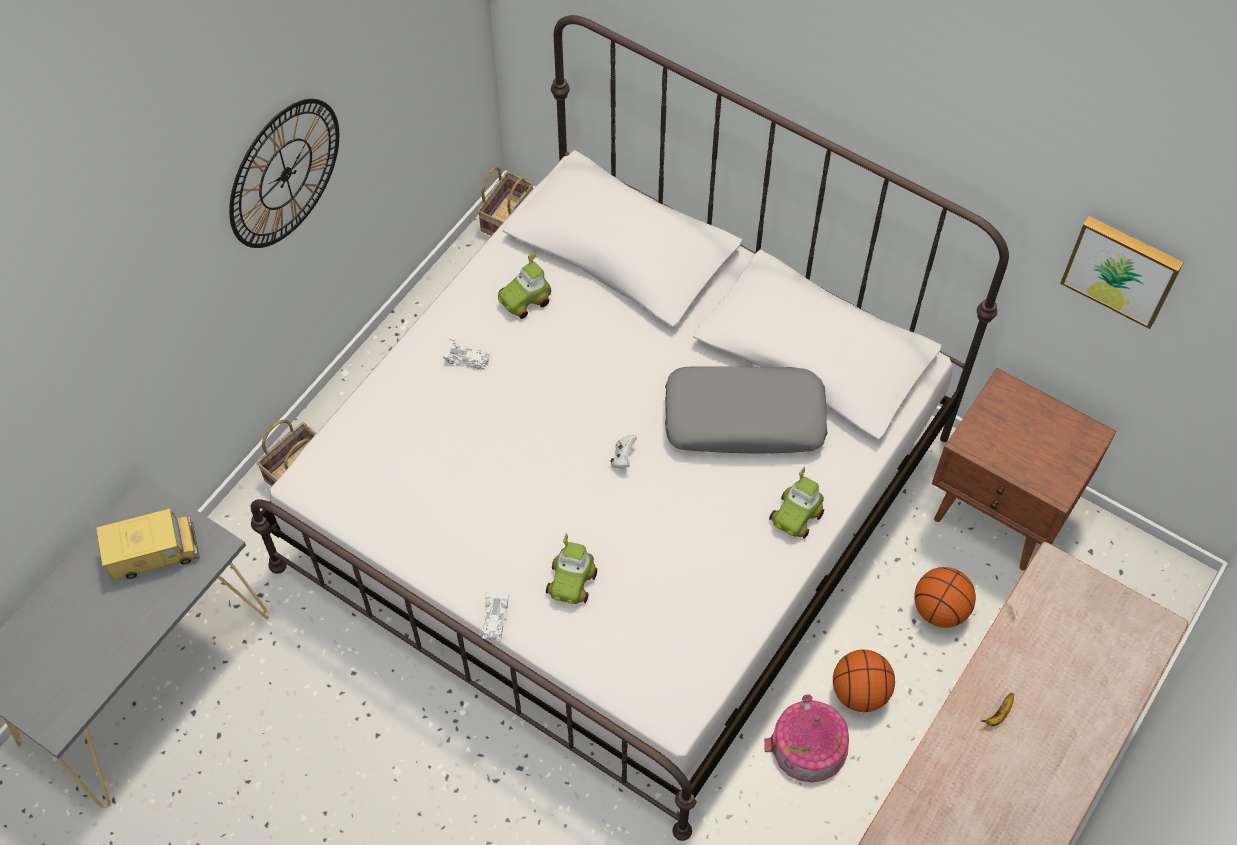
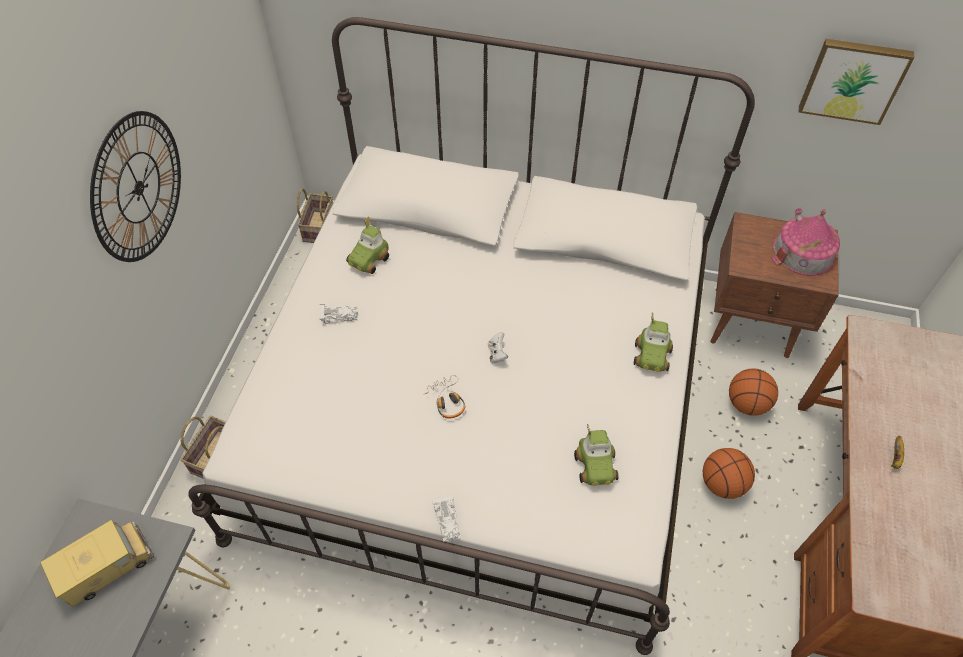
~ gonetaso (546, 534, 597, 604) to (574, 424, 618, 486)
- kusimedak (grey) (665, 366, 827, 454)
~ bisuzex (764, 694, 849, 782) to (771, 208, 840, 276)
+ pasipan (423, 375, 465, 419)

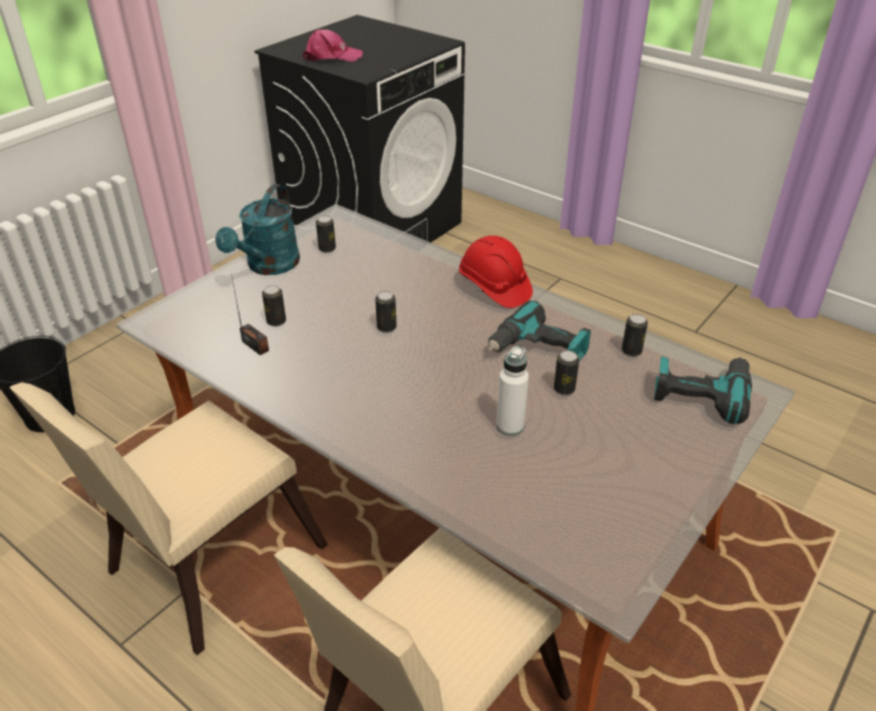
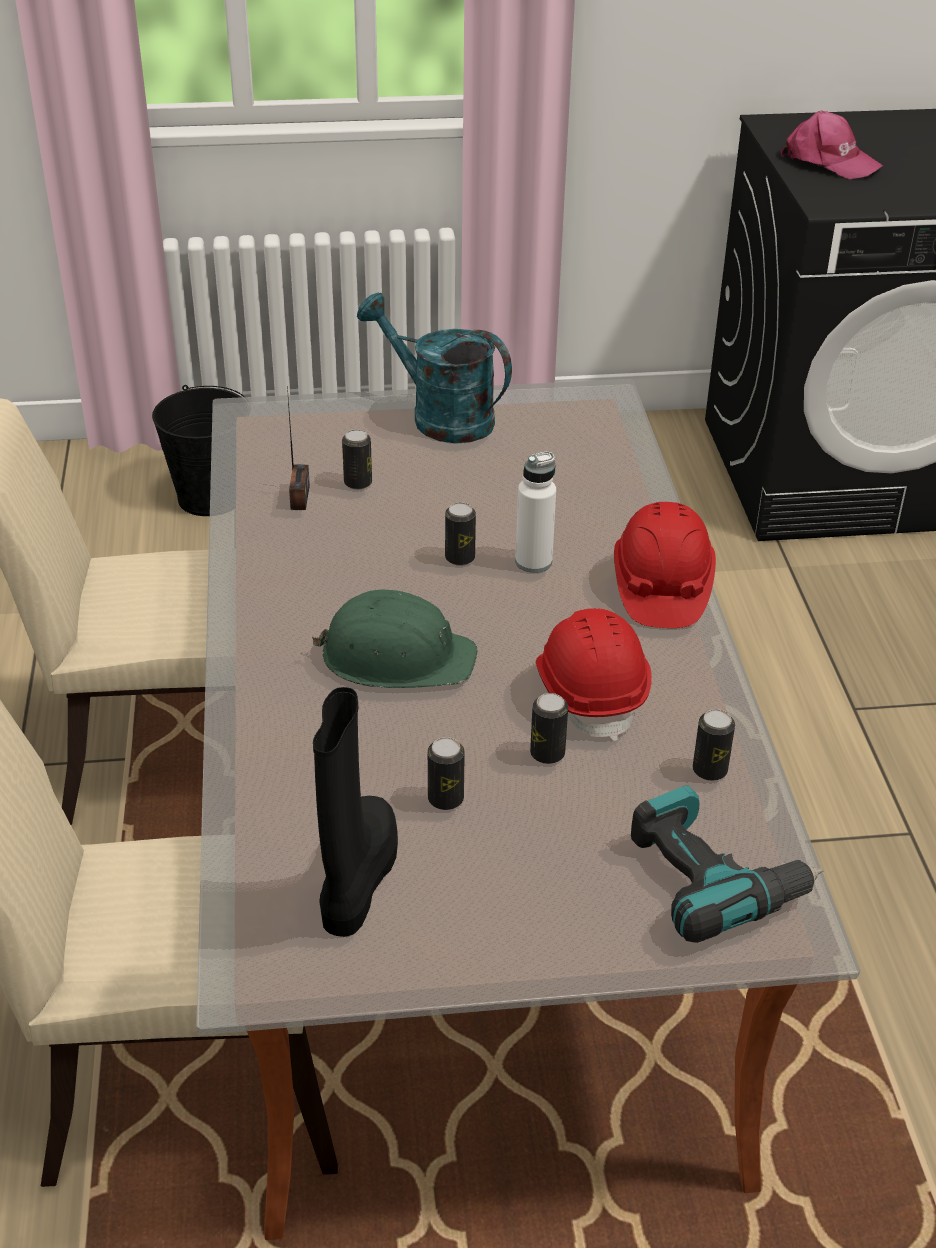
~ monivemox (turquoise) (215, 184, 300, 275) = (357, 293, 512, 443) 60 degrees clockwise
~ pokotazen (316, 216, 336, 253) to (428, 737, 465, 810)
~ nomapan (488, 300, 591, 361) to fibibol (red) (536, 608, 652, 741)
~ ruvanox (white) (496, 346, 529, 436) to (515, 452, 556, 573)
+ fibibol (green) (311, 590, 477, 688)
+ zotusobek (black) (313, 687, 398, 937)

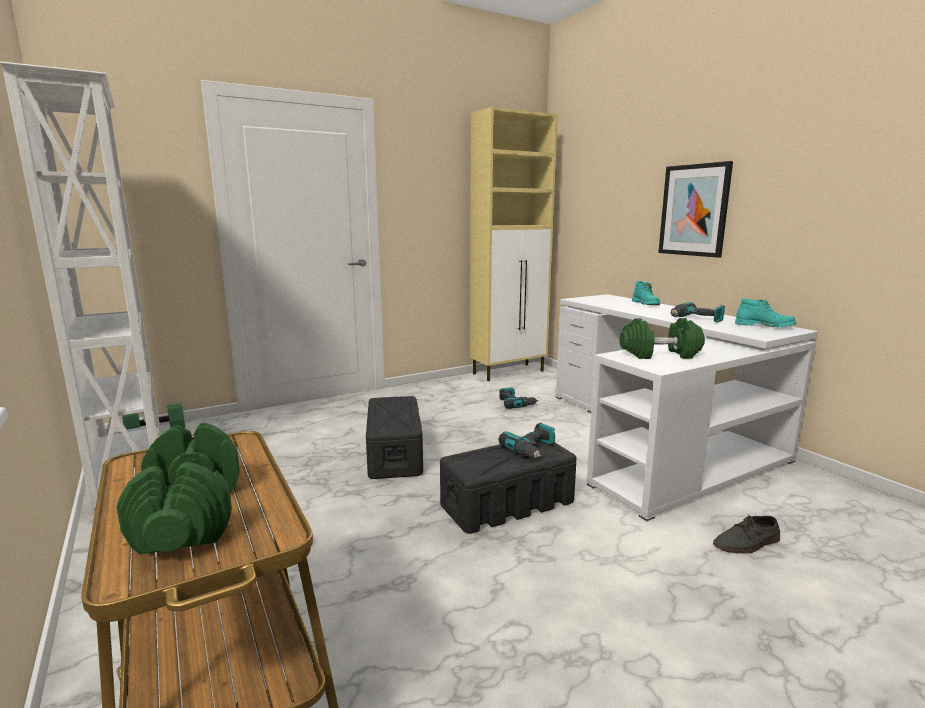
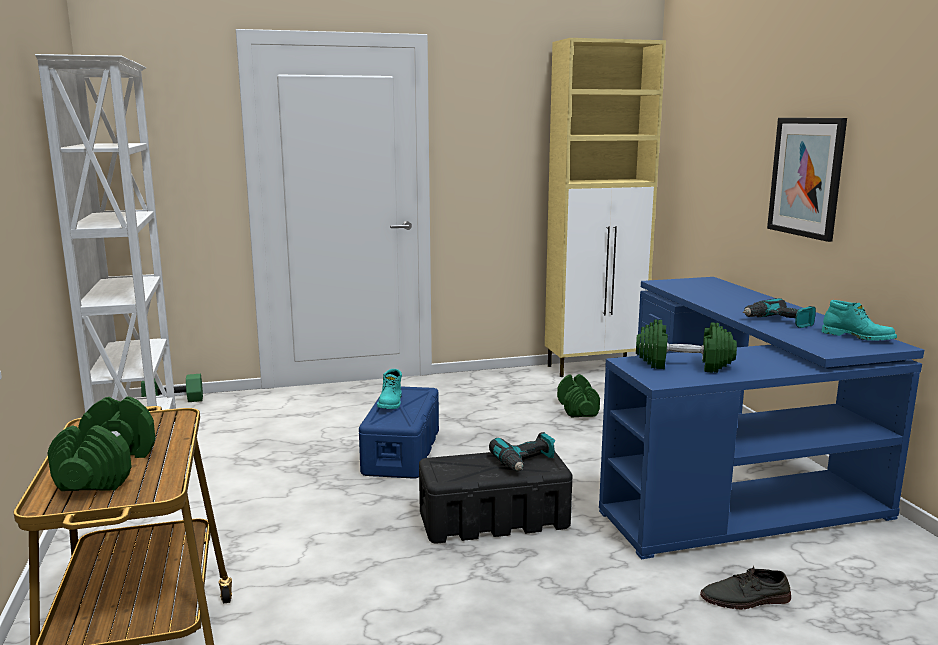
~ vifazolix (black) (366, 396, 423, 479) to vifazolix (blue) (359, 387, 439, 479)
~ nomapan (499, 388, 539, 409) to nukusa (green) (557, 374, 600, 417)
~ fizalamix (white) (556, 294, 818, 521) to fizalamix (blue) (599, 277, 924, 559)
~ zotusobek (turquoise) (632, 281, 660, 305) to (377, 369, 402, 409)

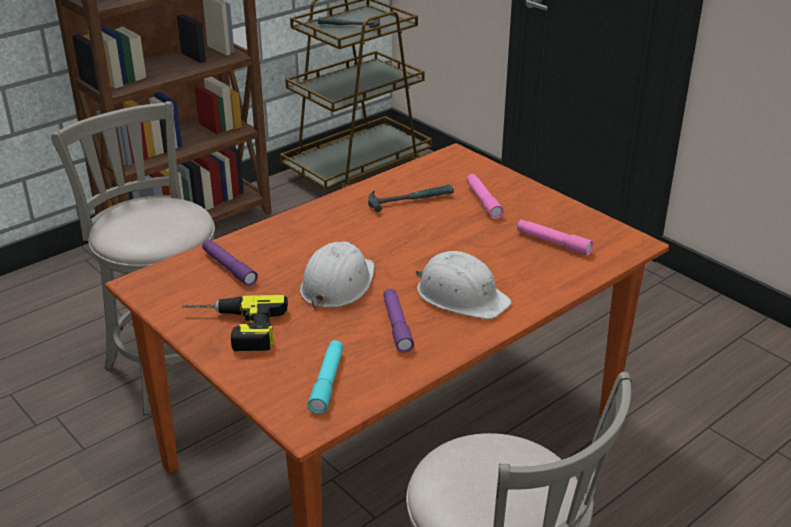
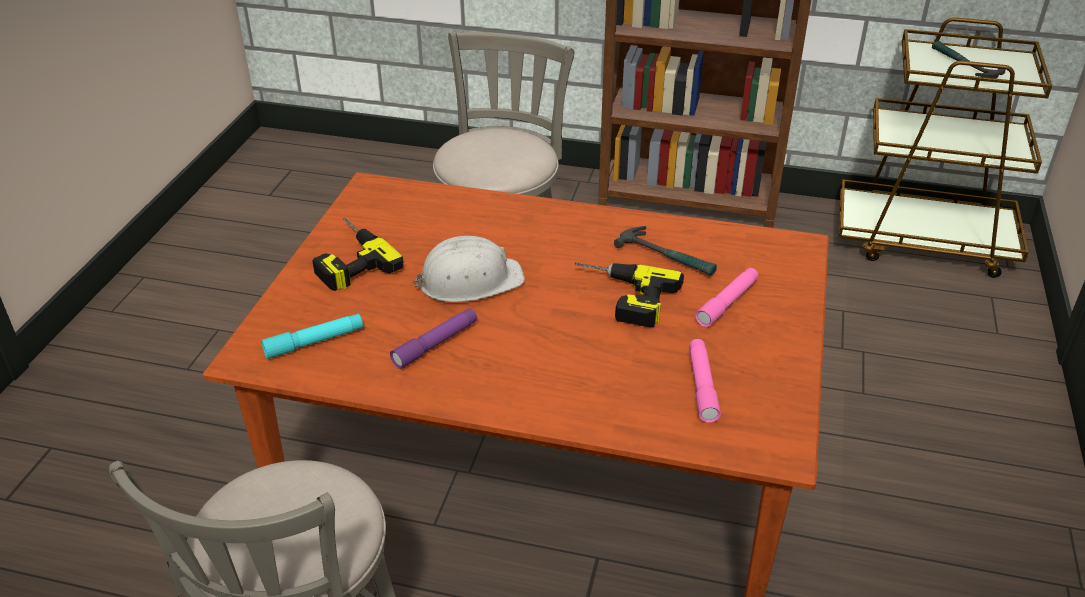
- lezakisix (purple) (202, 240, 258, 286)
- fibibol (white) (415, 251, 512, 319)
+ nomapan (574, 262, 684, 327)

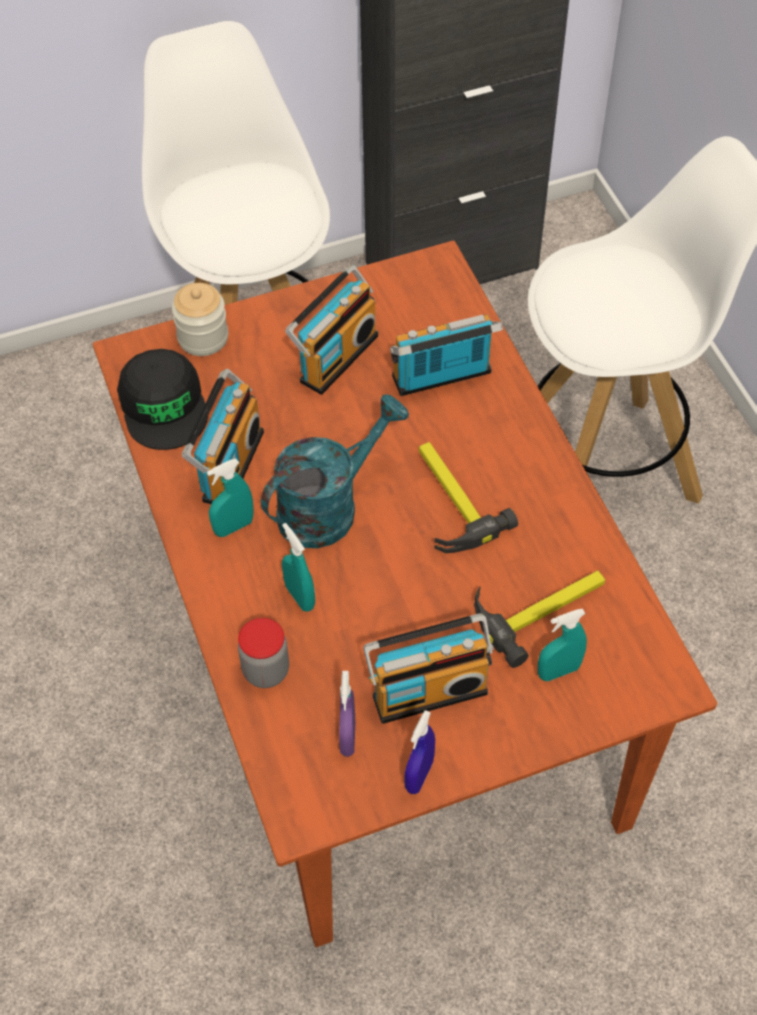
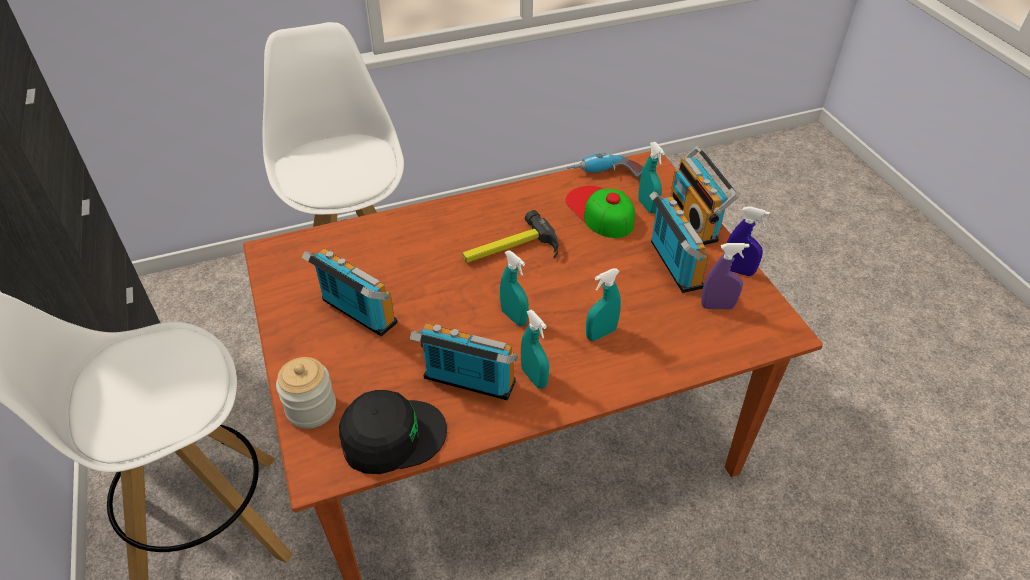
- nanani (238, 618, 289, 688)
~ monivemox (turquoise) (261, 394, 409, 548) to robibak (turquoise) (500, 250, 529, 326)
~ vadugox (390, 315, 503, 396) to (670, 146, 739, 245)
~ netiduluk (474, 570, 605, 668) to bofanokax (566, 186, 635, 238)
+ nomapan (567, 153, 644, 178)

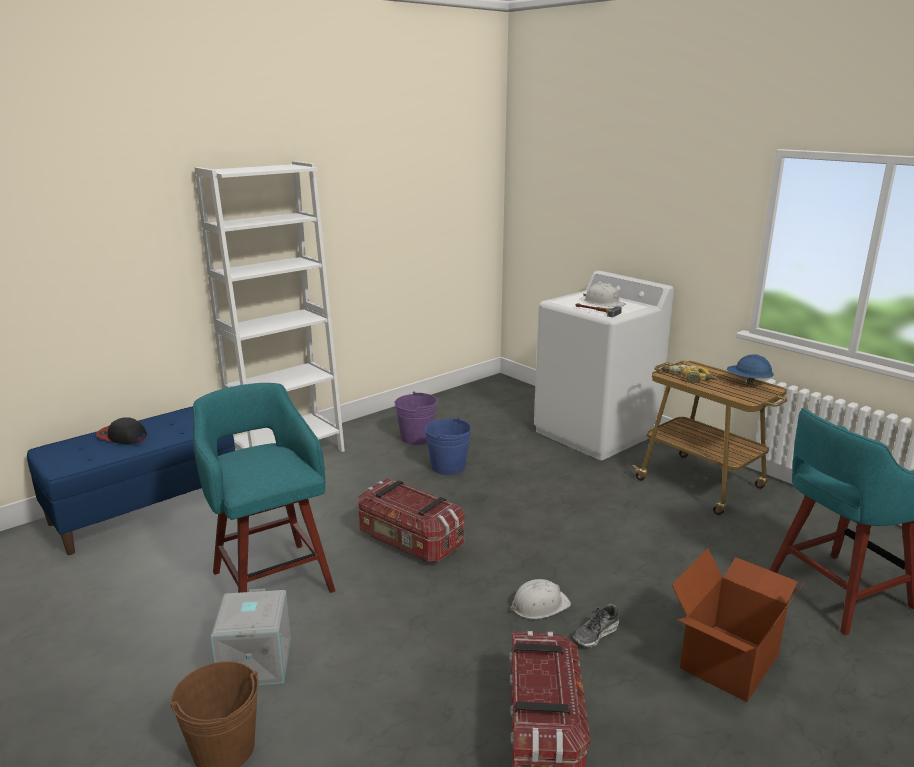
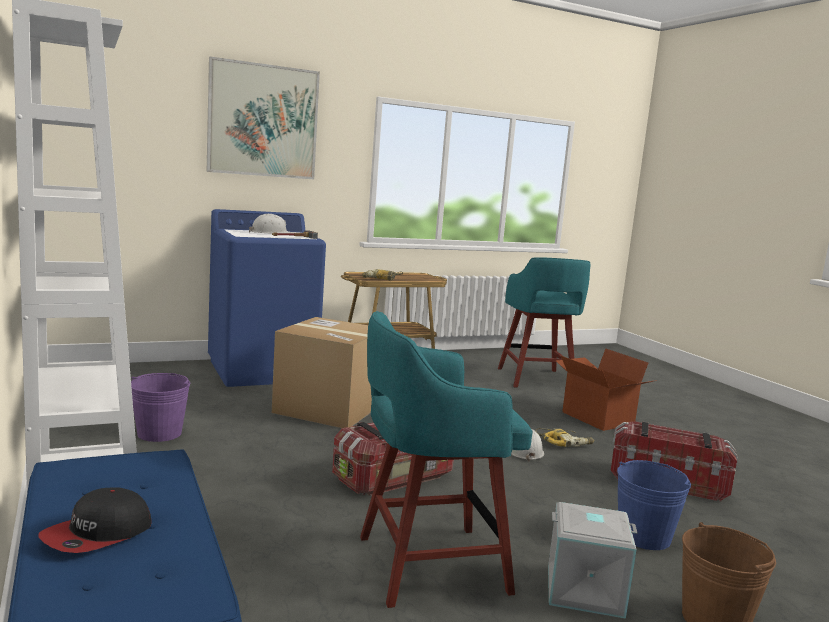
~ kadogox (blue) (425, 417, 472, 475) to (617, 460, 691, 550)
~ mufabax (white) (534, 271, 674, 460) to mufabax (blue) (208, 209, 326, 387)
~ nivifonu (573, 603, 619, 647) to nomapan (535, 428, 595, 447)
- fibibol (blue) (727, 354, 774, 385)
+ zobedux (207, 56, 320, 179)
+ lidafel (272, 317, 372, 428)

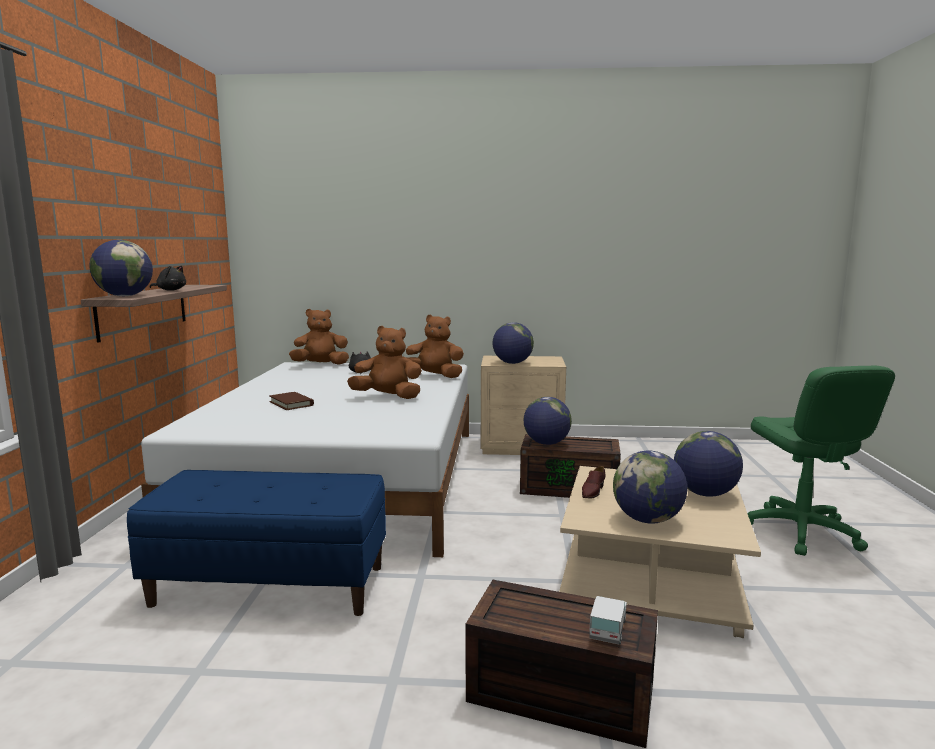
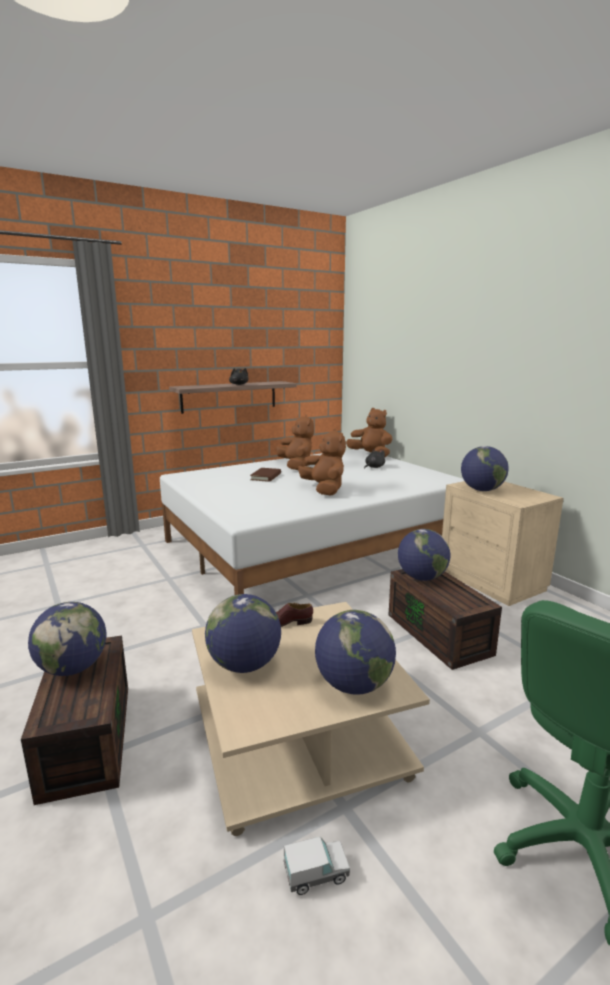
~ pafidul (89, 240, 153, 296) to (28, 602, 106, 676)
- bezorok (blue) (127, 470, 386, 616)
~ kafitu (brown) (405, 315, 464, 378) to (276, 415, 314, 470)
~ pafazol (590, 596, 627, 645) to (284, 837, 350, 895)

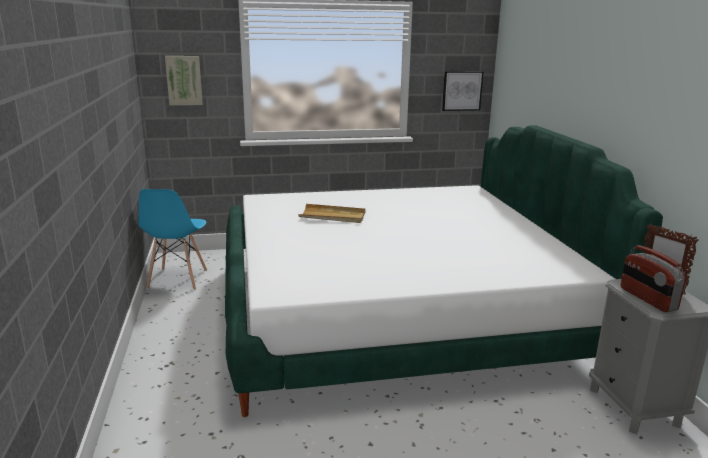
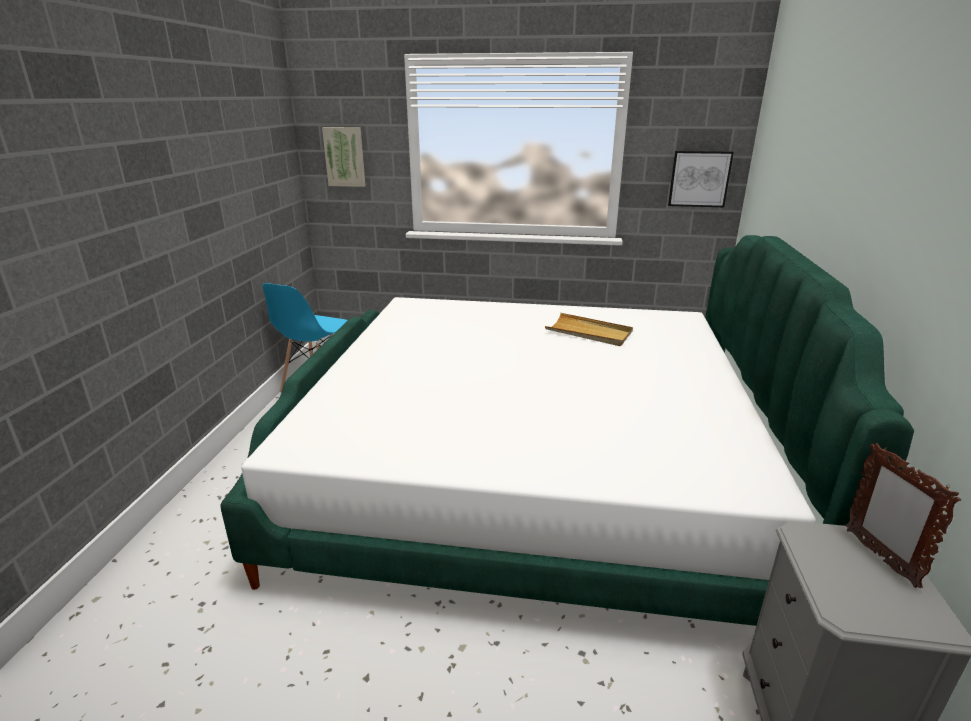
~ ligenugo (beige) (298, 204, 366, 223) to (545, 313, 633, 346)
- vadugox (621, 245, 686, 312)

